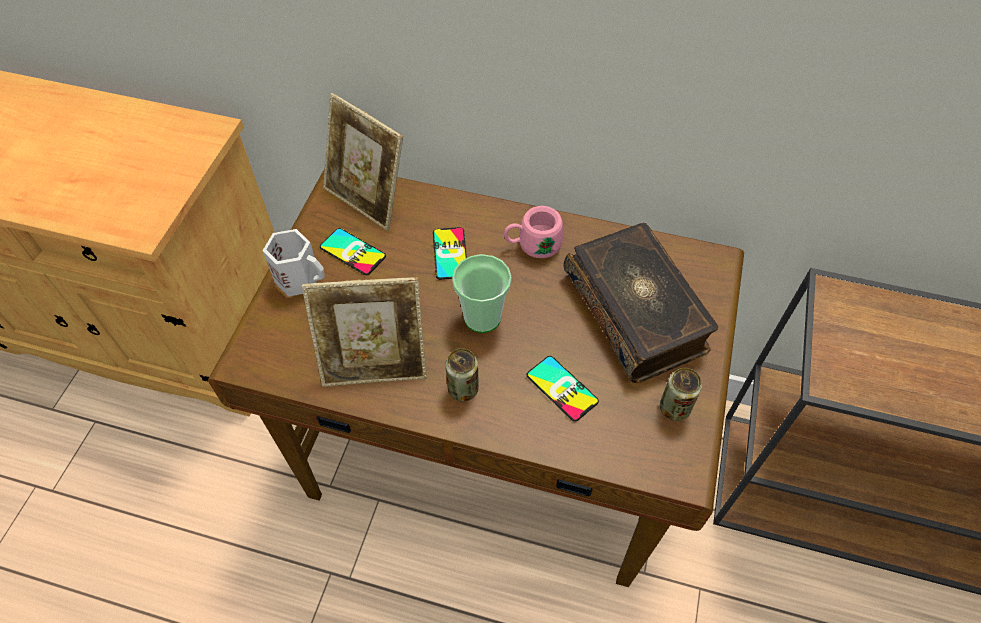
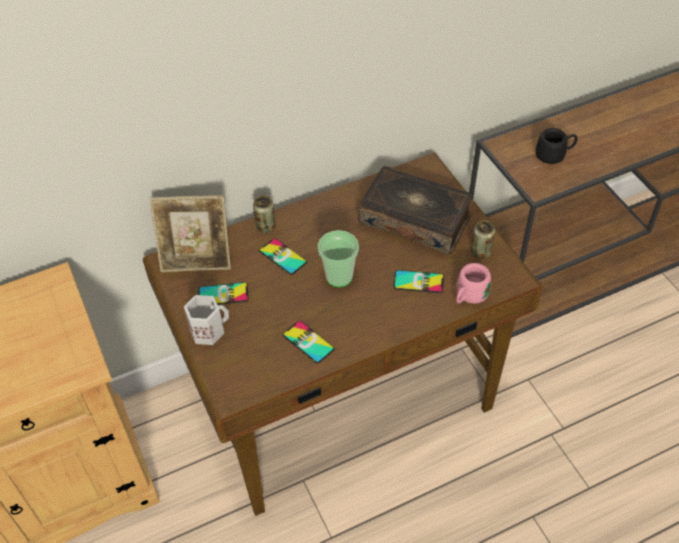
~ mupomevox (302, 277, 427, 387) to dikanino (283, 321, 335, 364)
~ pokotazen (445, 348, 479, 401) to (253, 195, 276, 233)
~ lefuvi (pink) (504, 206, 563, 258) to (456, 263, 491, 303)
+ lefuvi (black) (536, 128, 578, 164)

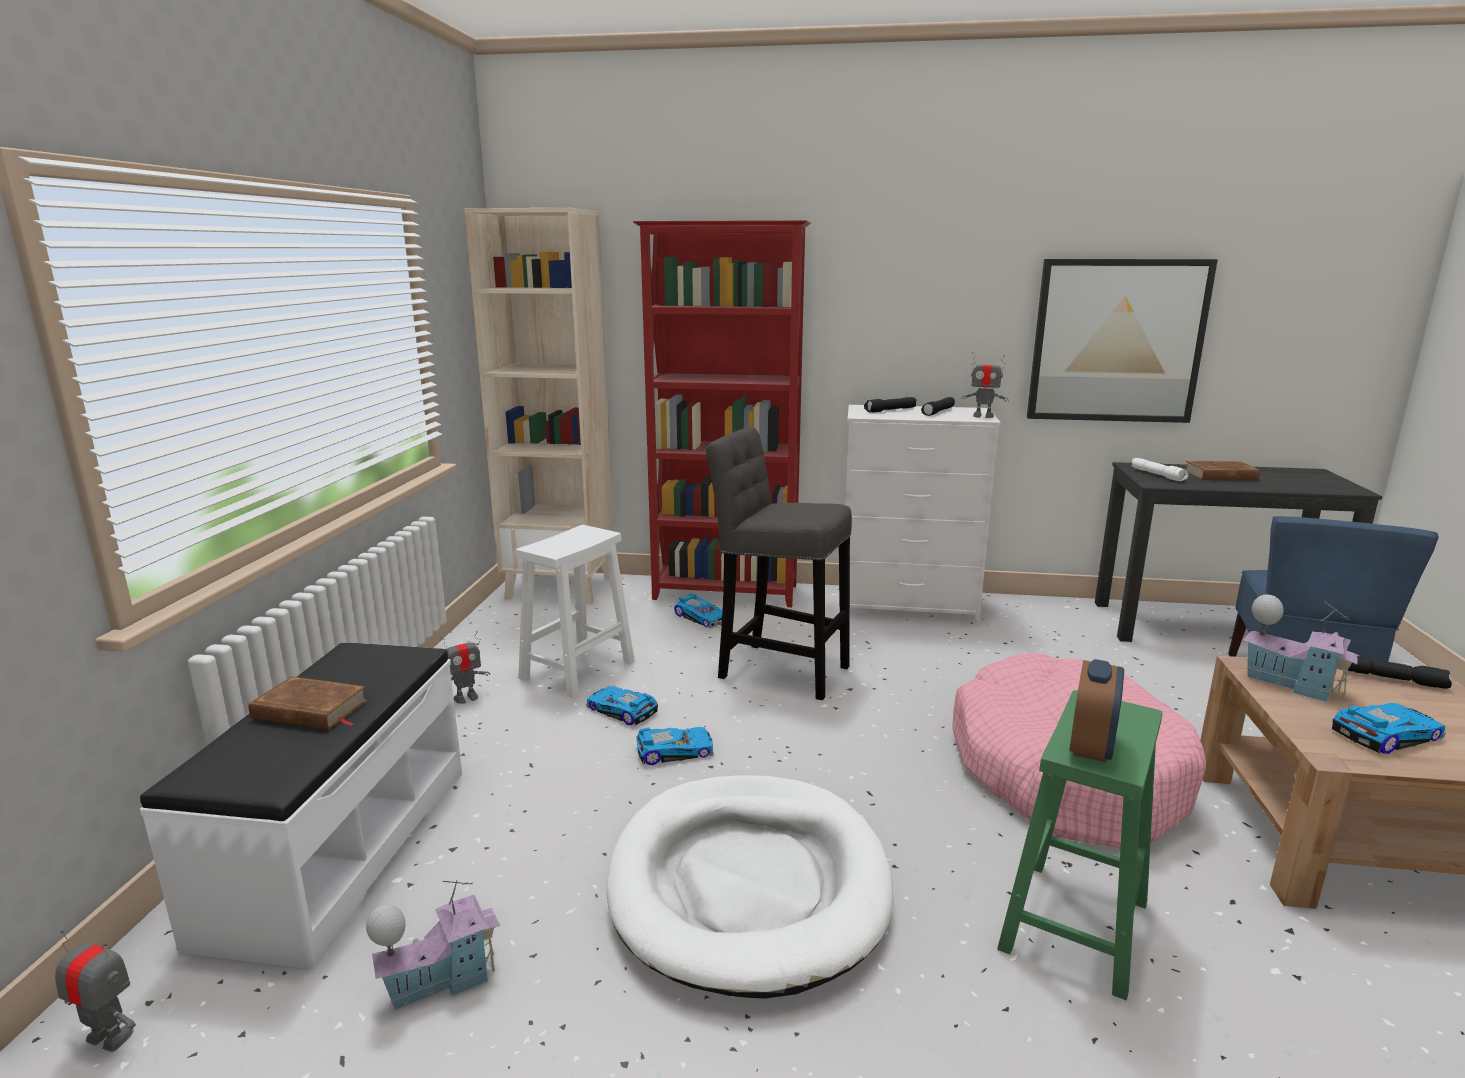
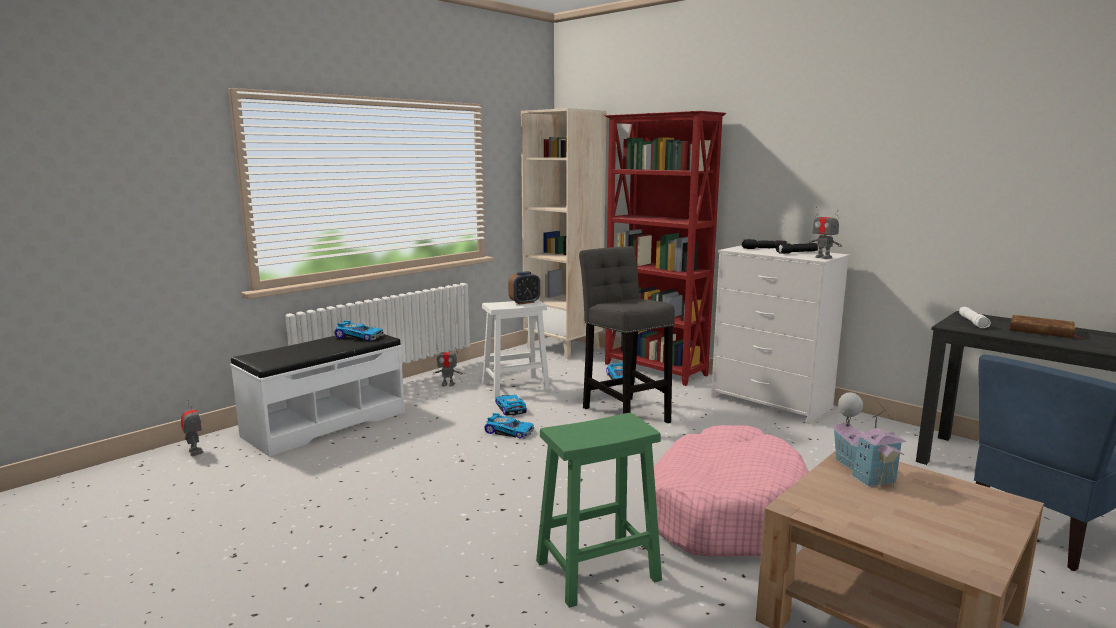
- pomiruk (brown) (249, 676, 368, 730)
- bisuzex (366, 880, 501, 1012)
- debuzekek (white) (607, 775, 893, 999)
- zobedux (1027, 259, 1218, 423)
~ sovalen (1069, 659, 1124, 762) to (508, 271, 540, 304)
~ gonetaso (1332, 703, 1446, 754) to (334, 320, 384, 341)
- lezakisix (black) (1348, 656, 1452, 689)

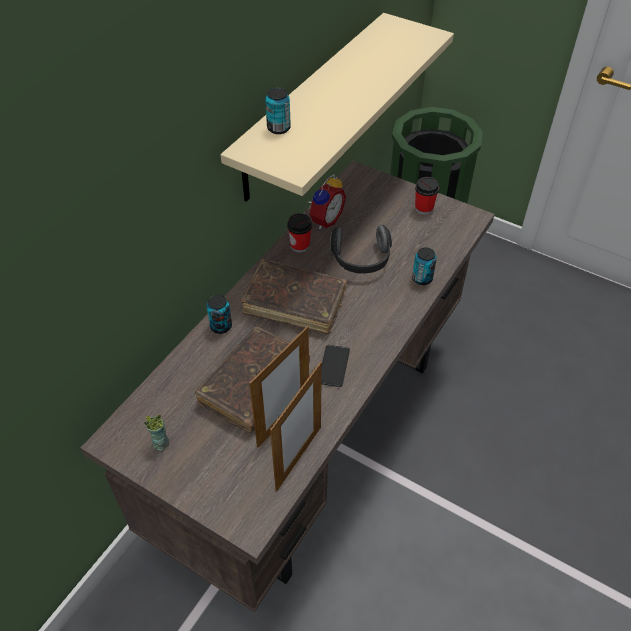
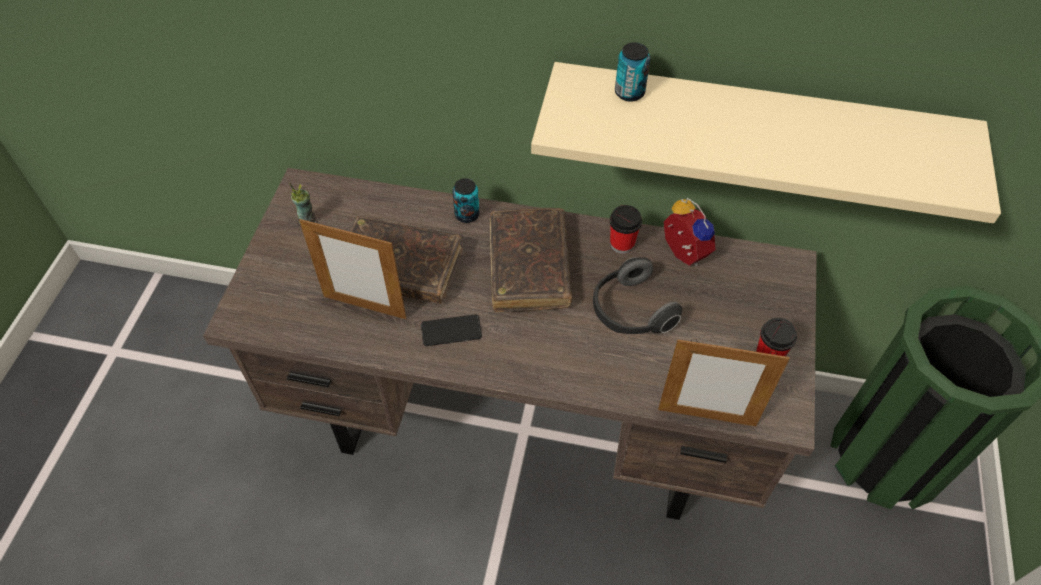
~ mupomevox (270, 362, 322, 491) to (658, 339, 790, 426)
~ sovalen (308, 175, 346, 229) = (663, 198, 716, 266) 135 degrees counterclockwise
- pokotazen (412, 247, 437, 285)

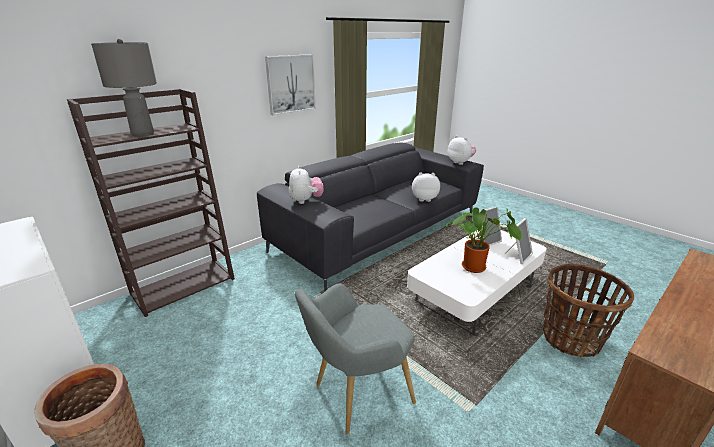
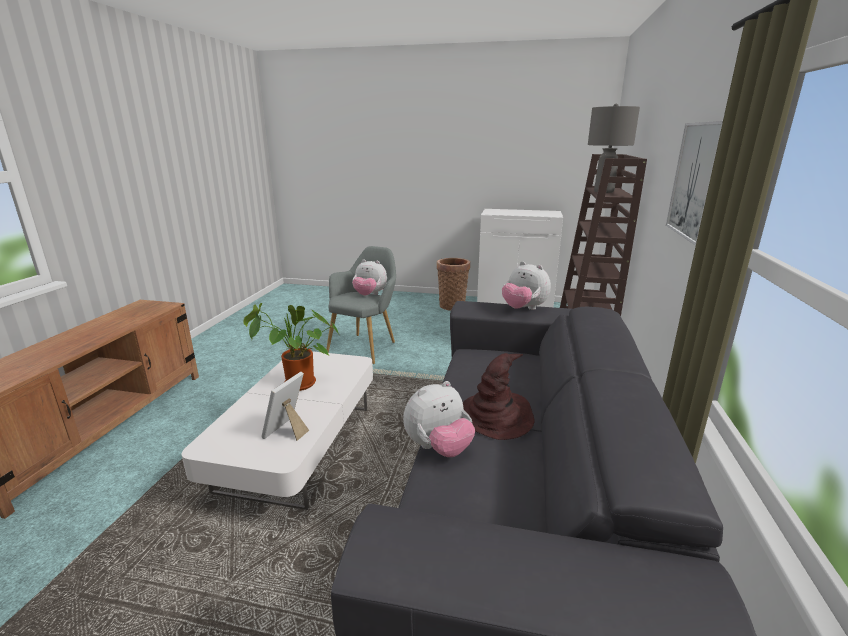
~ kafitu (448, 135, 476, 165) to (352, 259, 387, 296)
- mupomevox (505, 218, 533, 264)
- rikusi (543, 264, 634, 357)
+ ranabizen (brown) (463, 353, 535, 440)

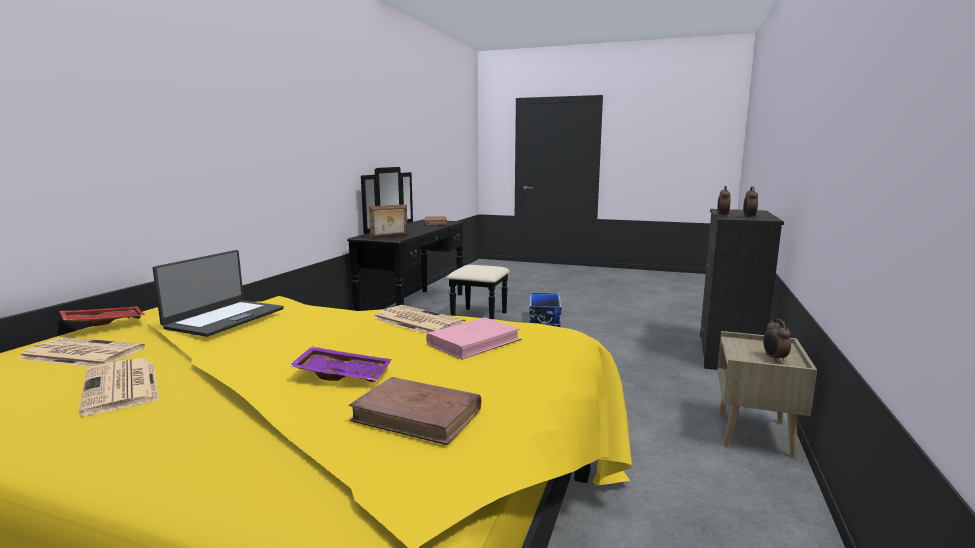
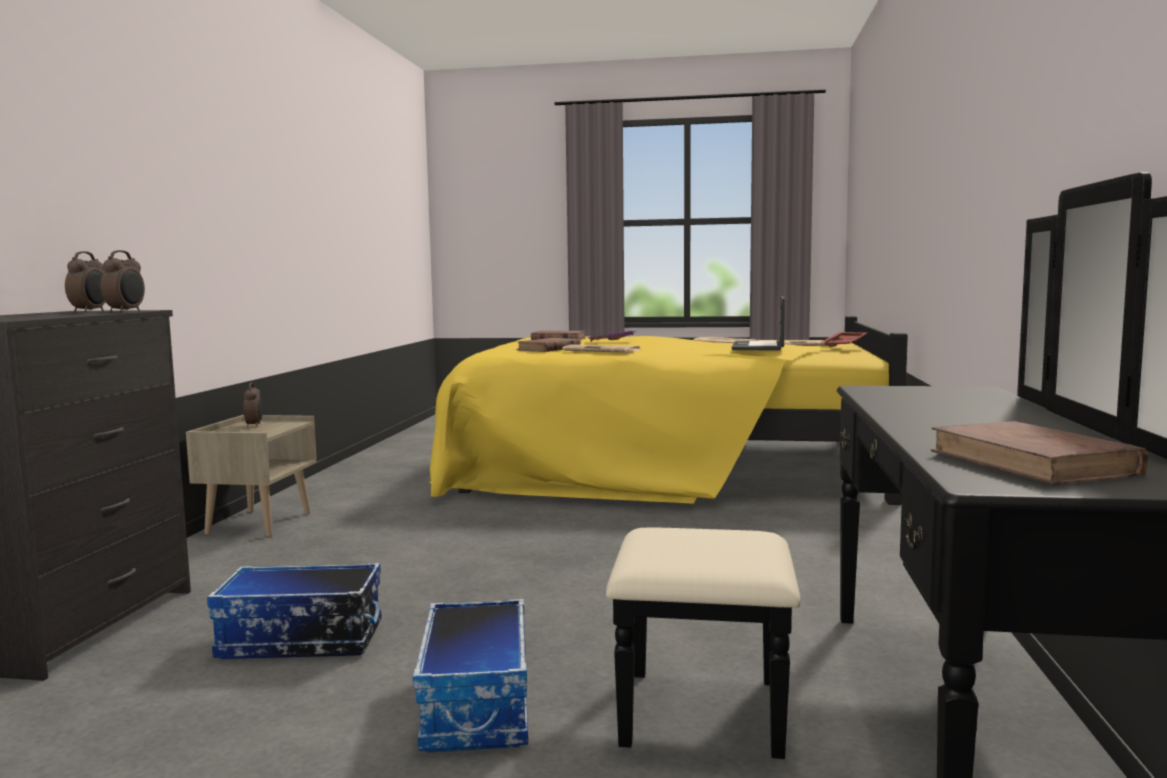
- mupomevox (369, 204, 408, 239)
~ pomiruk (pink) (426, 317, 521, 360) to pomiruk (brown) (516, 338, 581, 352)
+ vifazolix (207, 563, 382, 659)

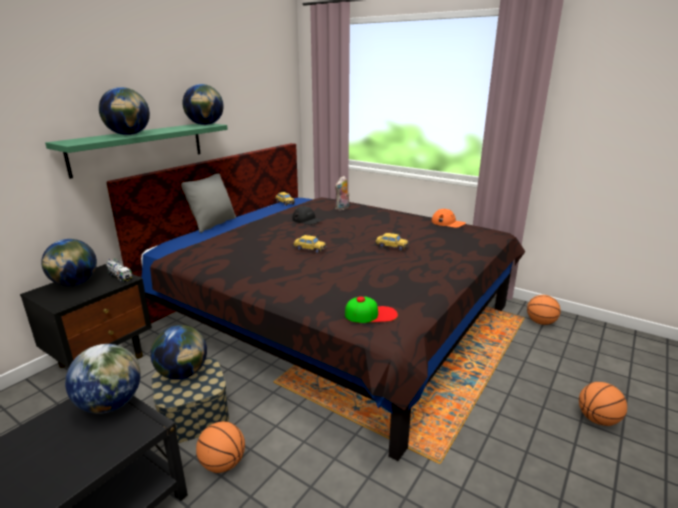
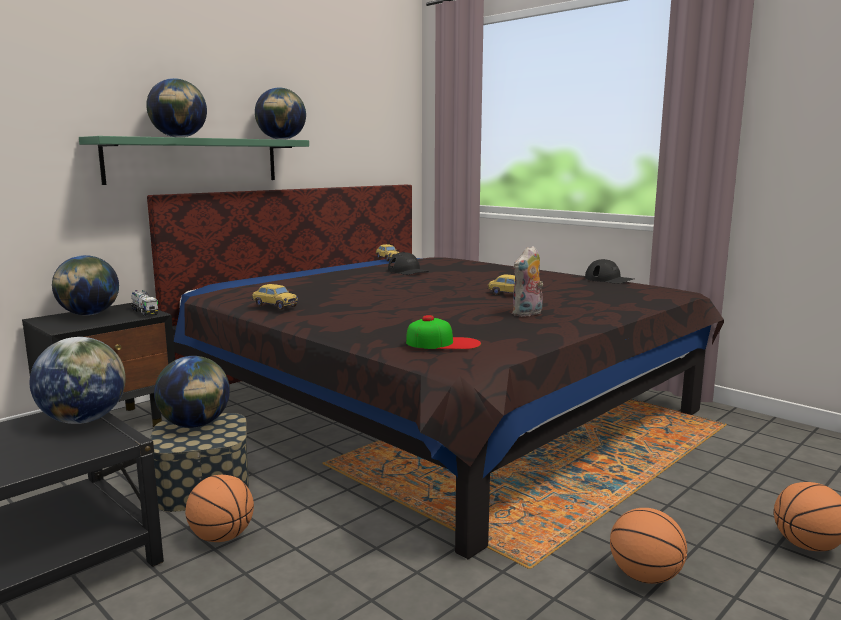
- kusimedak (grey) (181, 174, 236, 233)
~ gonetaso (293, 235, 327, 254) to (252, 284, 298, 310)
~ kafitu (335, 176, 349, 210) to (512, 246, 543, 317)
~ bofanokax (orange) (432, 209, 466, 228) to bofanokax (black) (585, 259, 634, 284)
~ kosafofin (527, 295, 561, 325) to (610, 508, 687, 584)

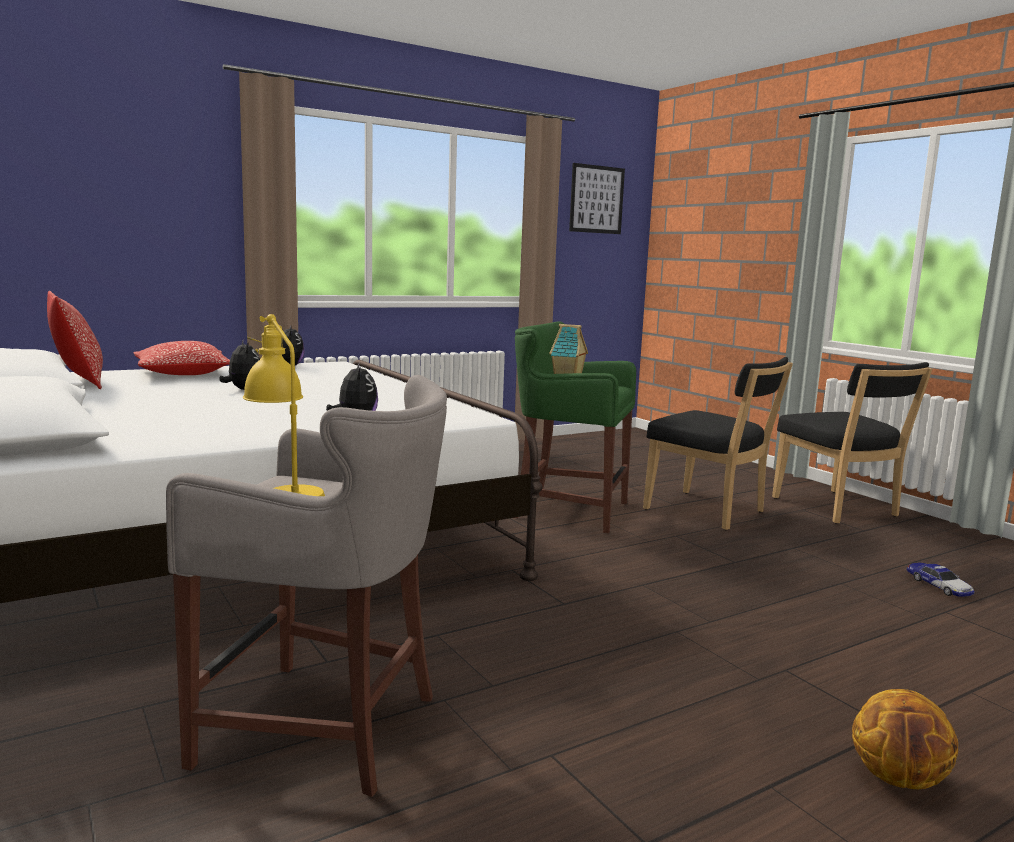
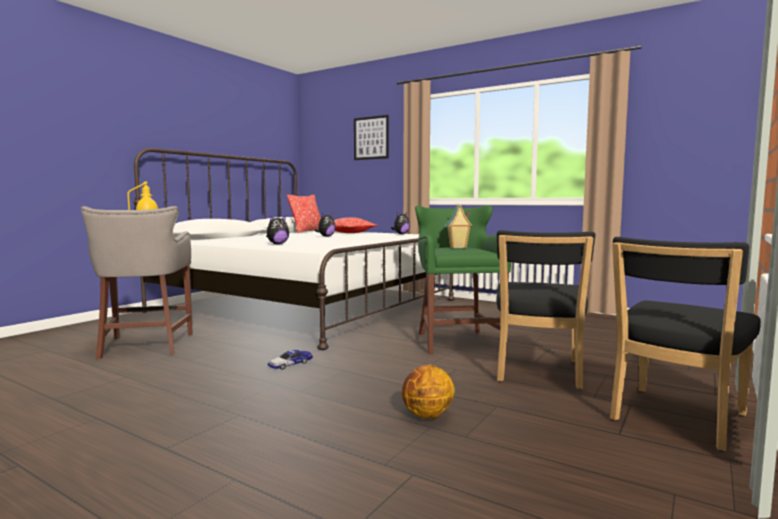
~ zobedux (569, 163, 625, 234) to (354, 115, 389, 160)
~ kosafofin (852, 689, 958, 789) to (402, 365, 455, 419)
~ gonetaso (907, 562, 975, 597) to (268, 350, 313, 370)

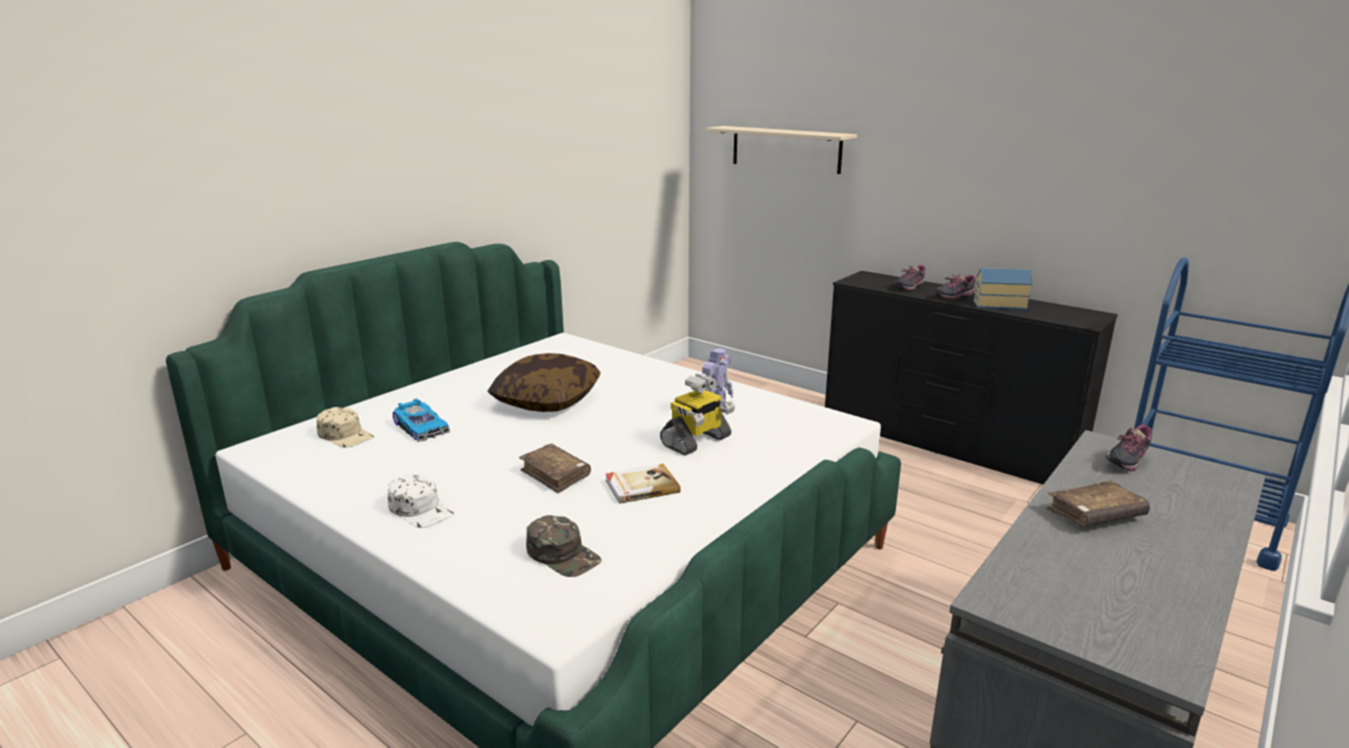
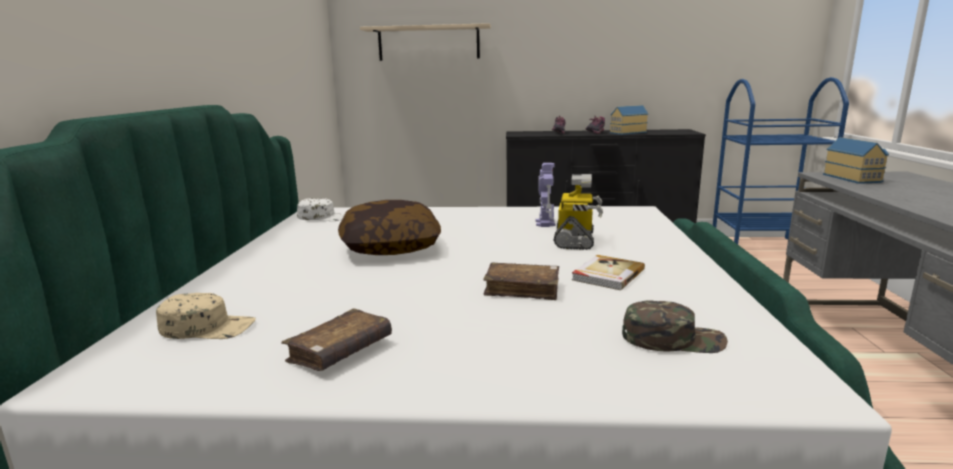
~ bofanokax (white) (388, 474, 454, 528) to (297, 198, 345, 221)
- gonetaso (393, 399, 450, 442)
~ pomiruk (brown) (1047, 480, 1150, 527) to (281, 309, 392, 371)
~ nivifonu (1105, 425, 1152, 471) to bisuzex (823, 137, 889, 184)

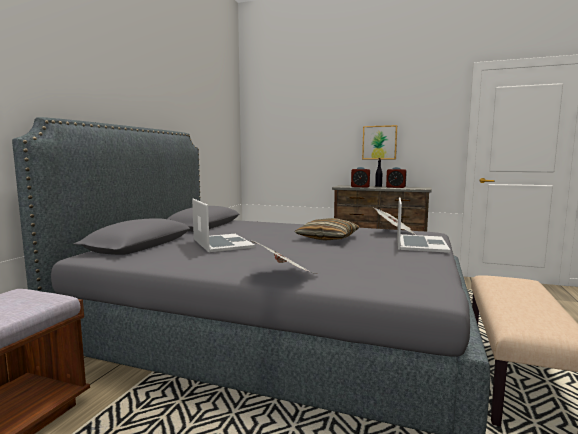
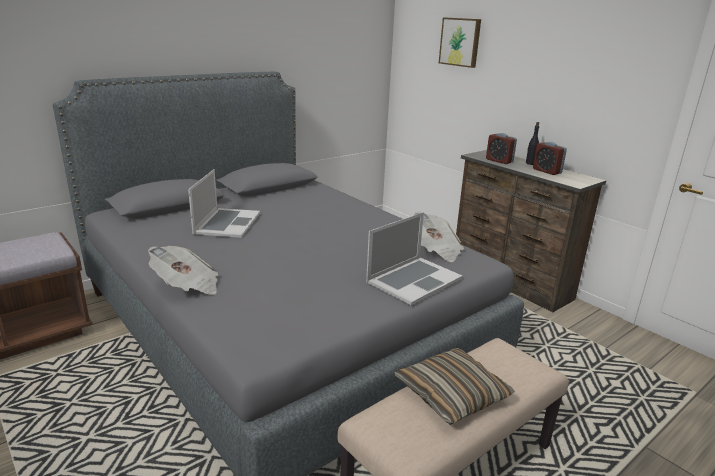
~ kusimedak (294, 218, 360, 241) to (395, 348, 515, 425)
~ zobedux (362, 125, 397, 159) to (439, 17, 481, 68)

